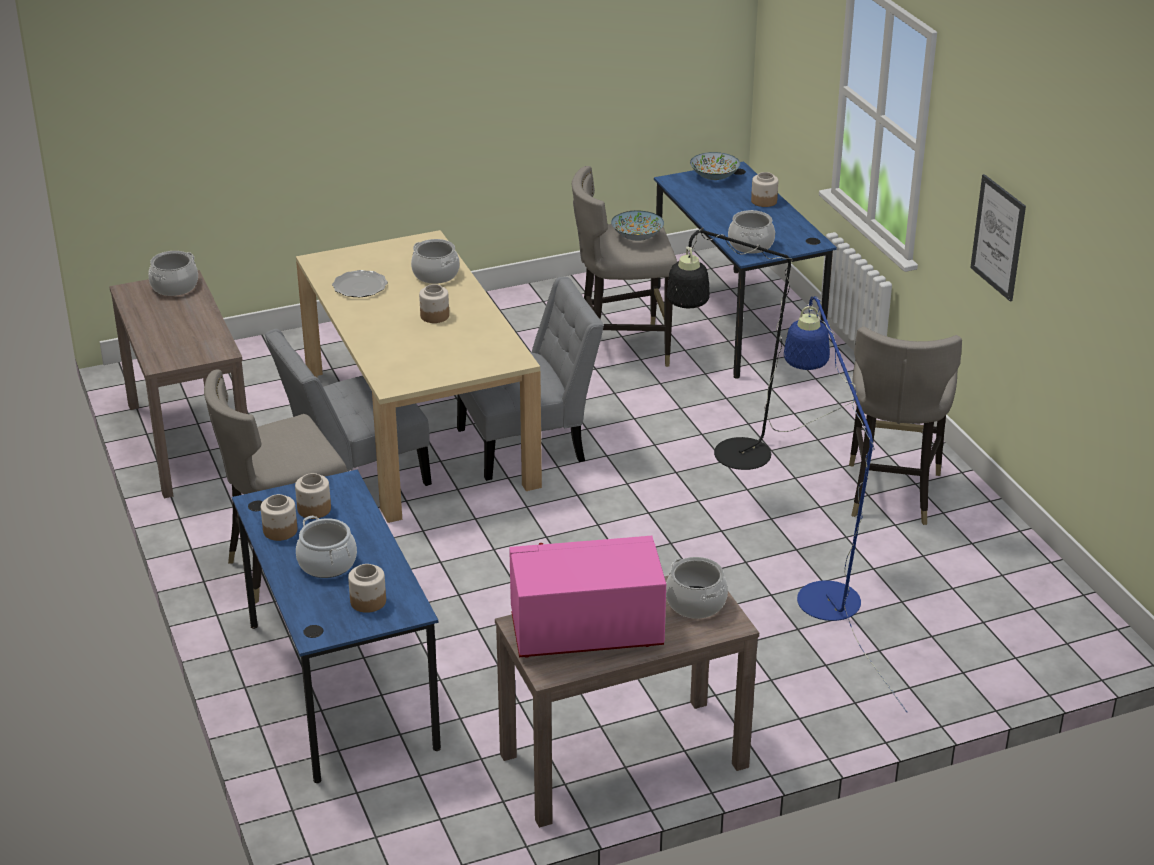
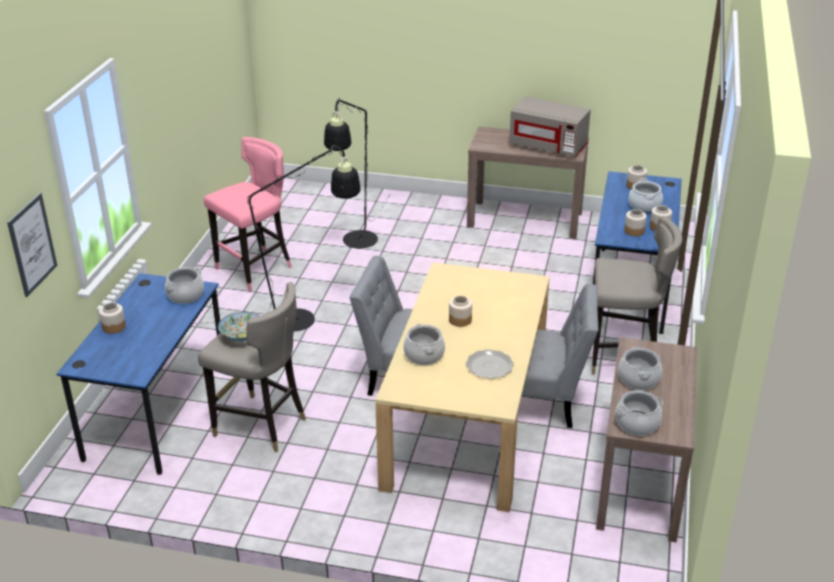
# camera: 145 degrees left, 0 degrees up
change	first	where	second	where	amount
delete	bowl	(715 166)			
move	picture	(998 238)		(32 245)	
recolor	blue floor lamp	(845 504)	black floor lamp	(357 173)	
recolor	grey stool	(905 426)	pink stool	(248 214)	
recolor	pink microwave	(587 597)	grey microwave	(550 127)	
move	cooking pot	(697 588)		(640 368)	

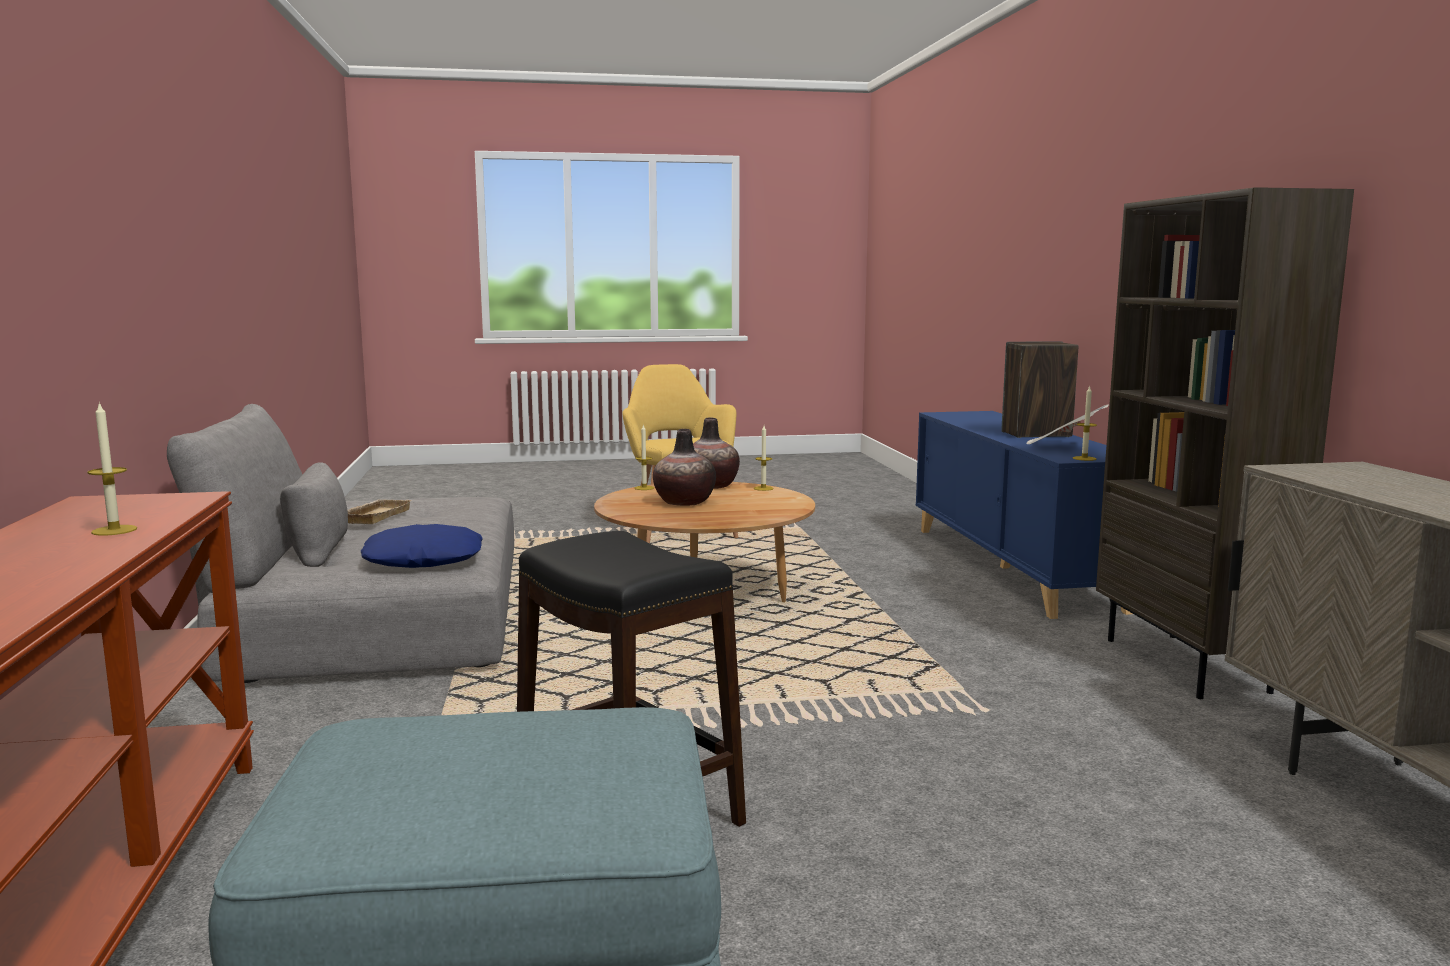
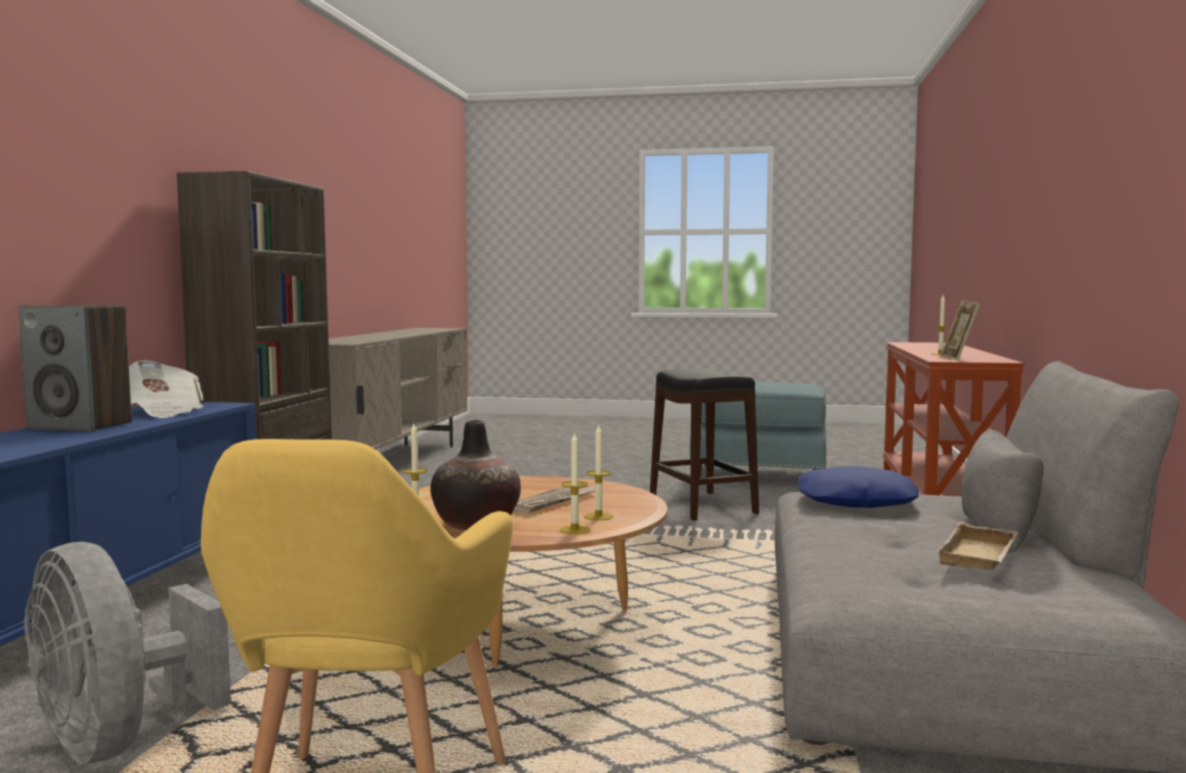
# camera: 160 degrees left, 5 degrees down
change	first	where	second	where	amount
move	candle	(1085 423)		(598 471)	
replace	vase	(684 467)	newspaper	(554 499)	
insert			picture frame	(960 331)	
insert			grey fan	(127 653)	

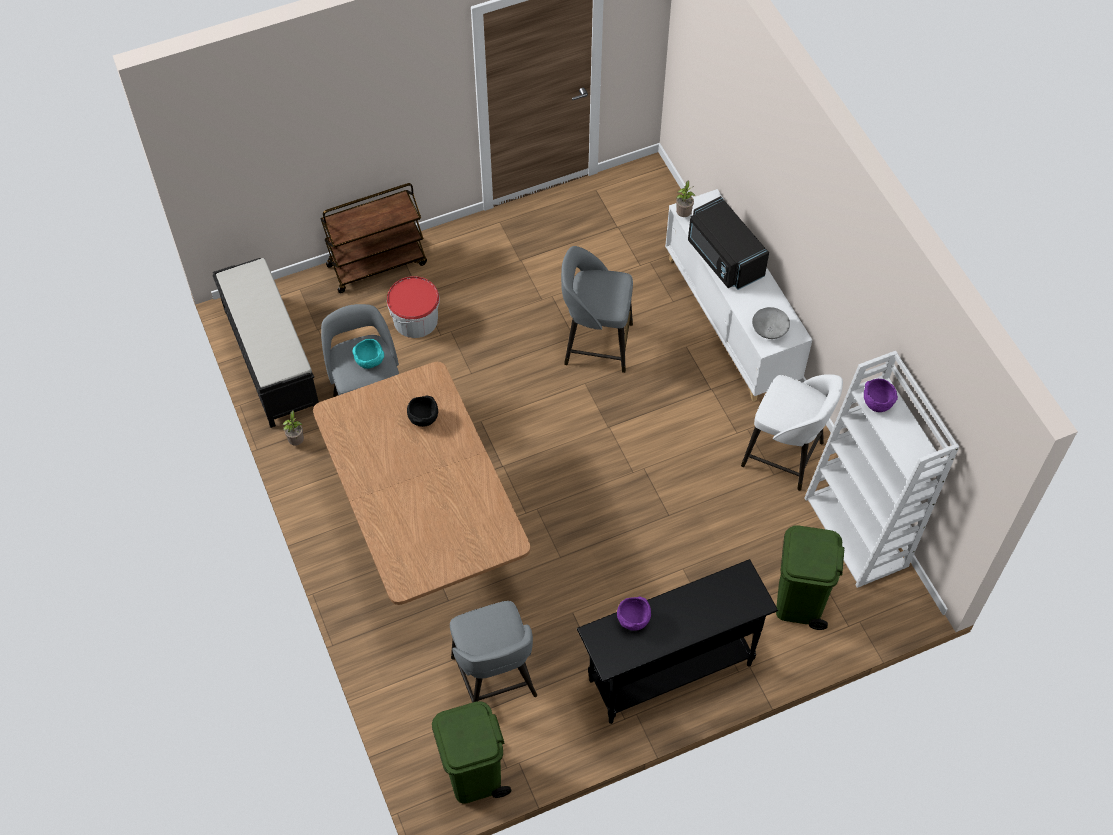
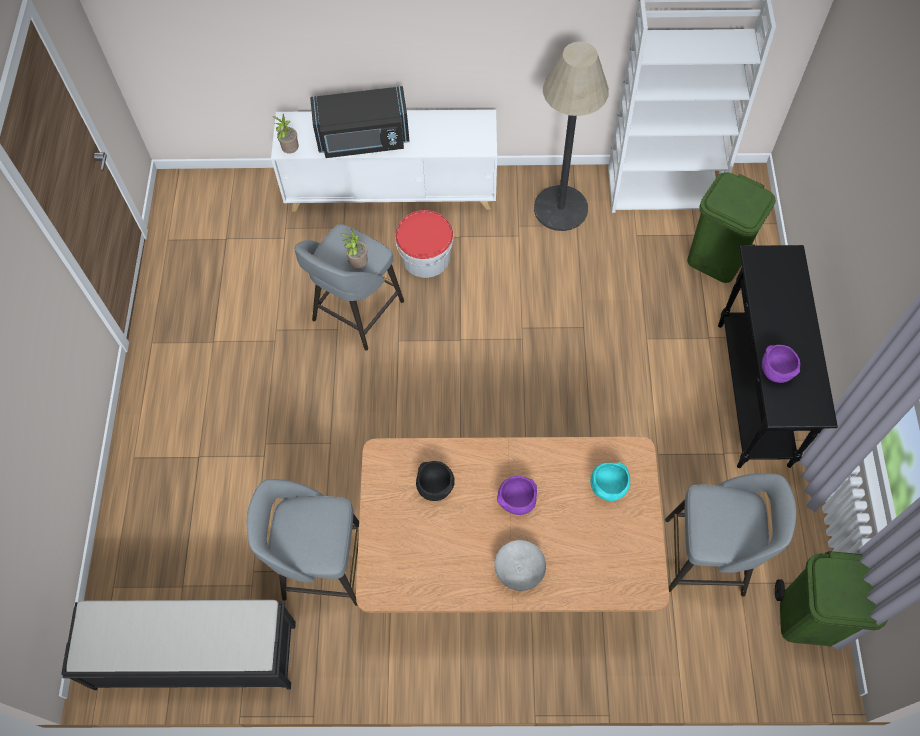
# camera: 65 degrees left, 5 degrees up
change	first	where	second	where	amount
delete	brown cart	(373 238)			
move	bucket	(413 307)		(424 244)	
move	grey bowl	(771 323)		(520 565)	
move	turquoise bowl	(368 354)		(610 481)	
replace	white stool	(792 432)	floor lamp	(571 136)	
move	purple bowl	(881 395)		(517 495)	
move	potted plant	(293 428)		(354 249)	

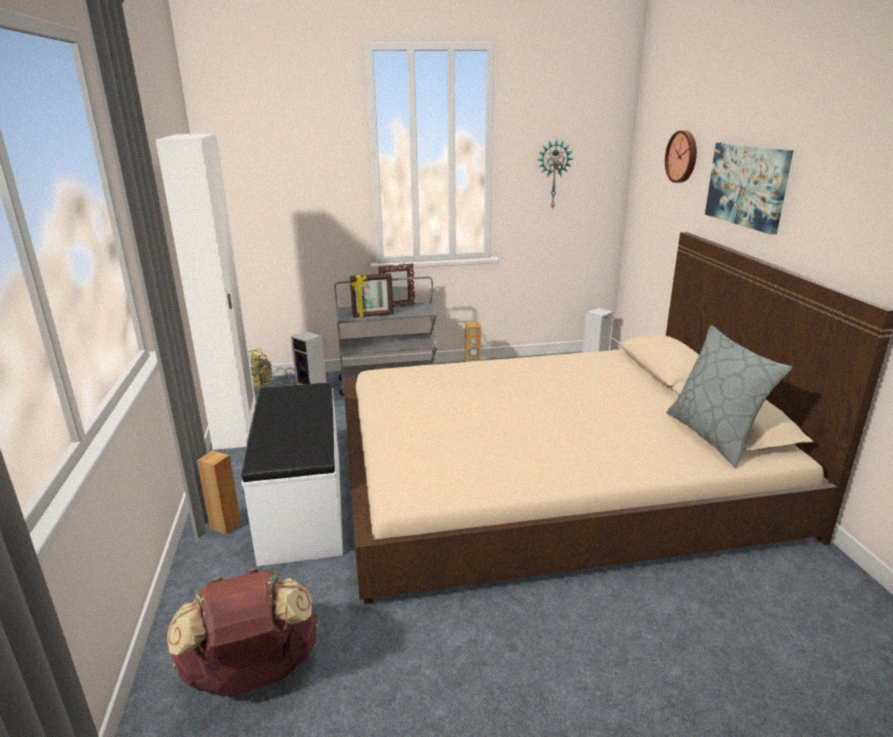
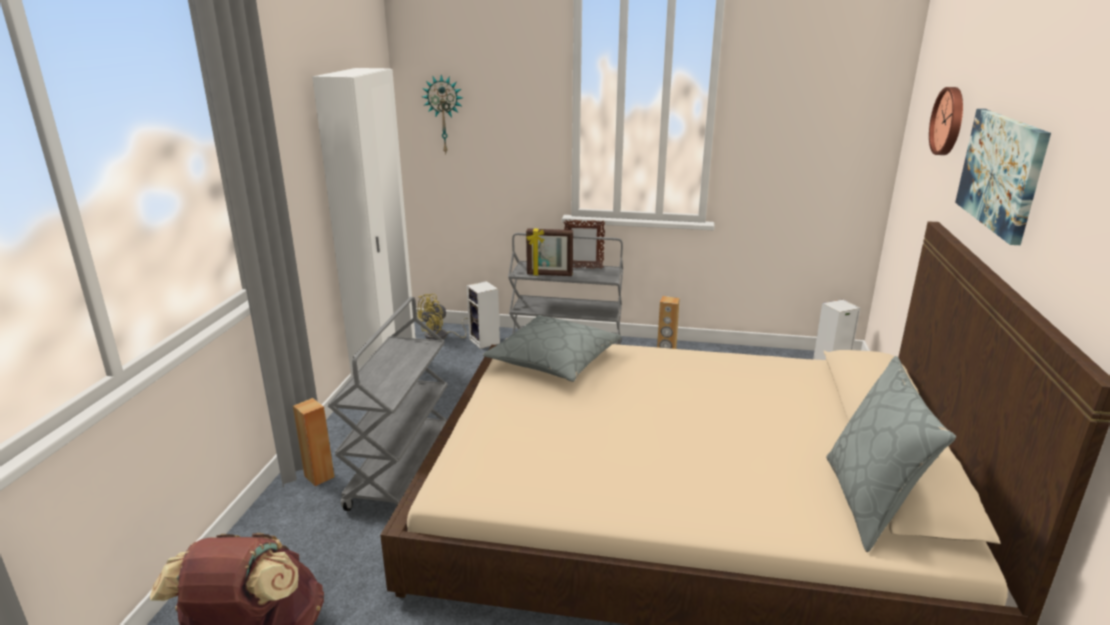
# camera: 20 degrees right, 0 degrees up
change	first	where	second	where	amount
move	wall clock	(555 174)		(442 114)	
replace	white bench	(292 474)	grey cart	(387 404)	
insert			grey pillow	(552 348)	

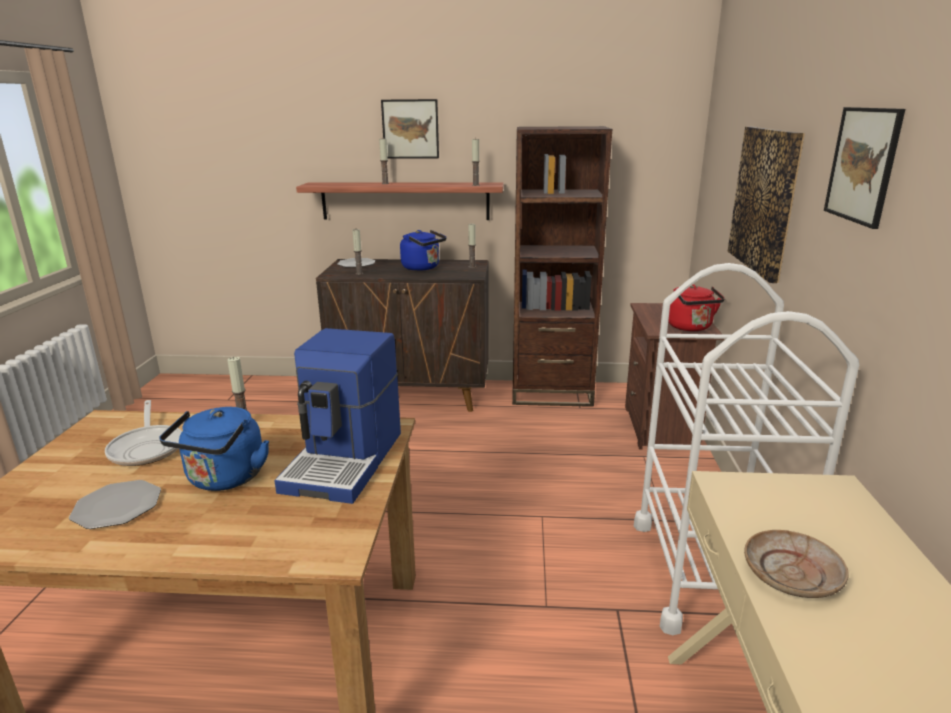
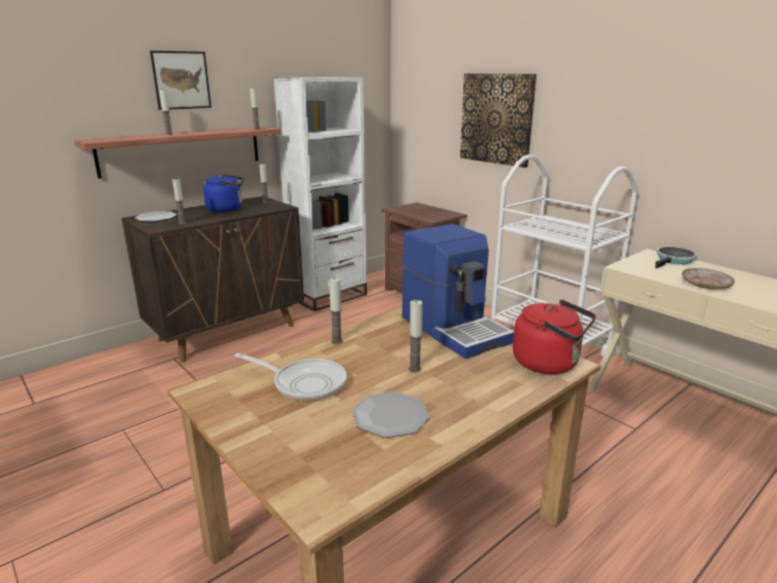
# camera: 45 degrees left, 0 degrees up
change	first	where	second	where	amount
delete	picture	(864 168)			
recolor	brown bookcase	(562 266)	white bookcase	(320 194)	
move	red kettle	(696 307)		(554 336)	
replace	blue kettle	(214 449)	candle	(416 336)	
insert			frying pan	(676 257)	

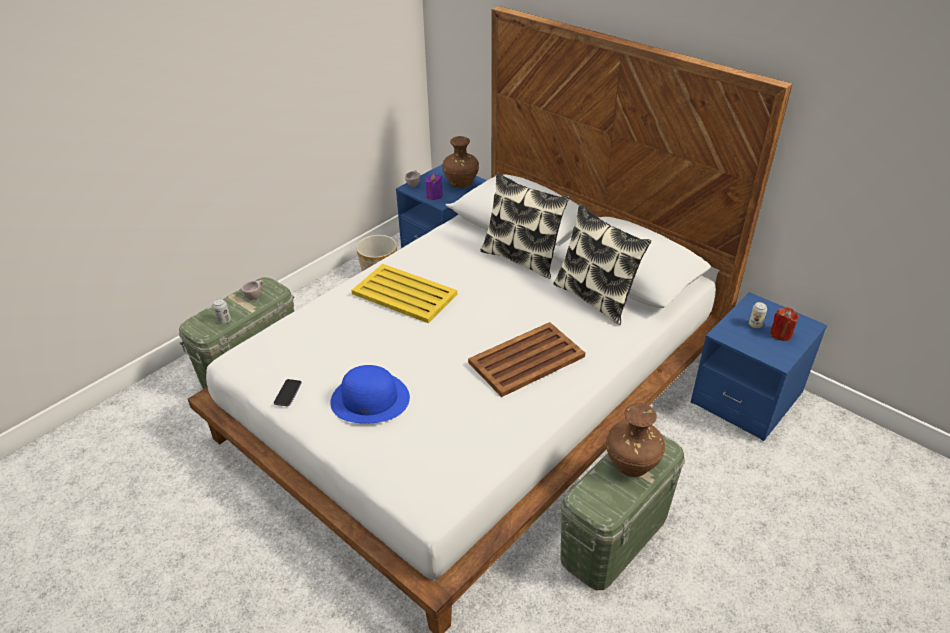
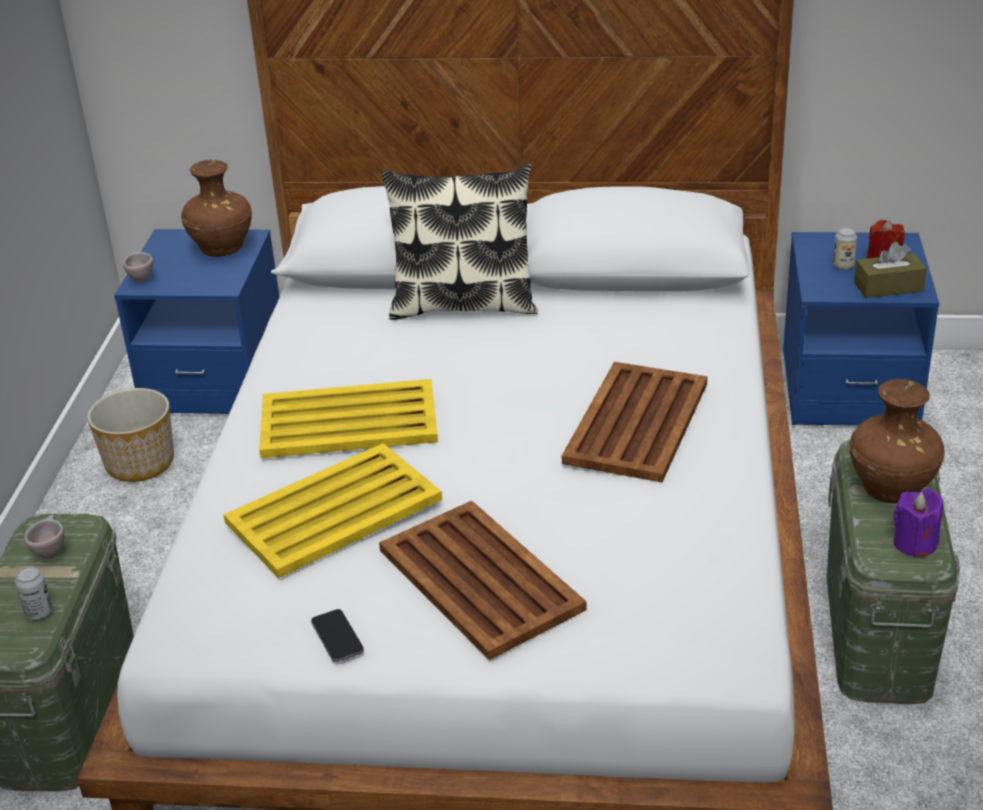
# camera: 35 degrees left, 5 degrees down
change	first	where	second	where	amount
move	purple candle	(434 187)		(918 523)	
delete	pillow	(602 264)			
replace	blue hat	(370 394)	brown tray	(483 580)	
insert			brown tissue box	(890 270)	
insert			yellow tray	(333 510)	

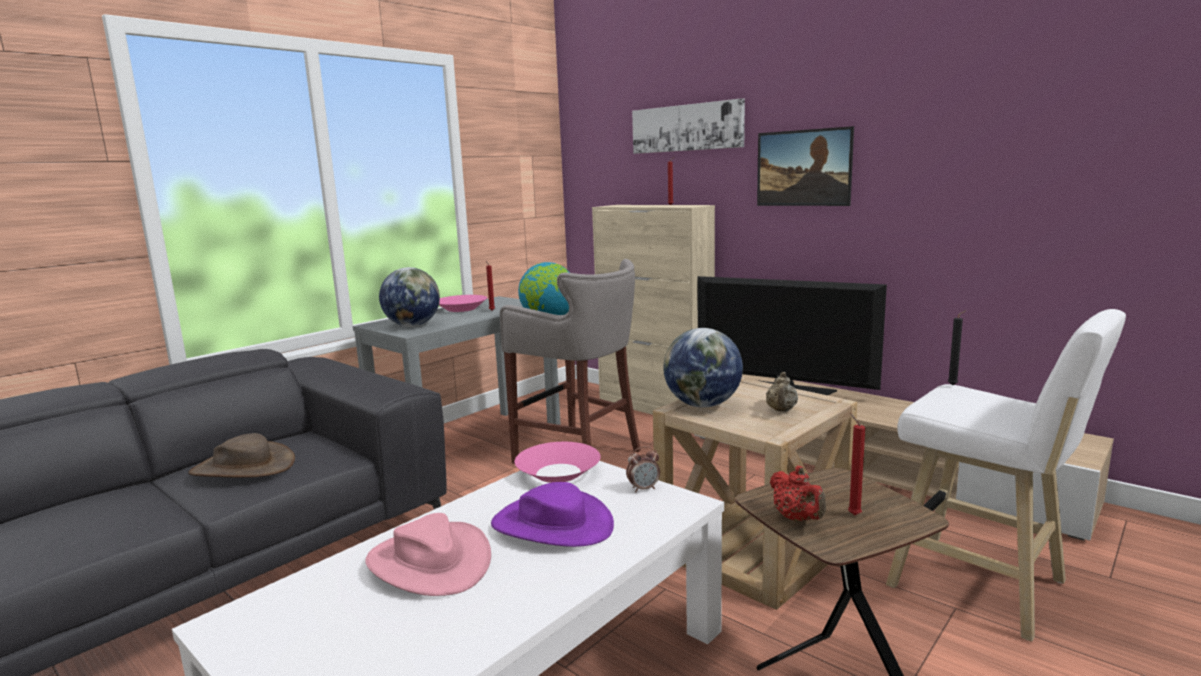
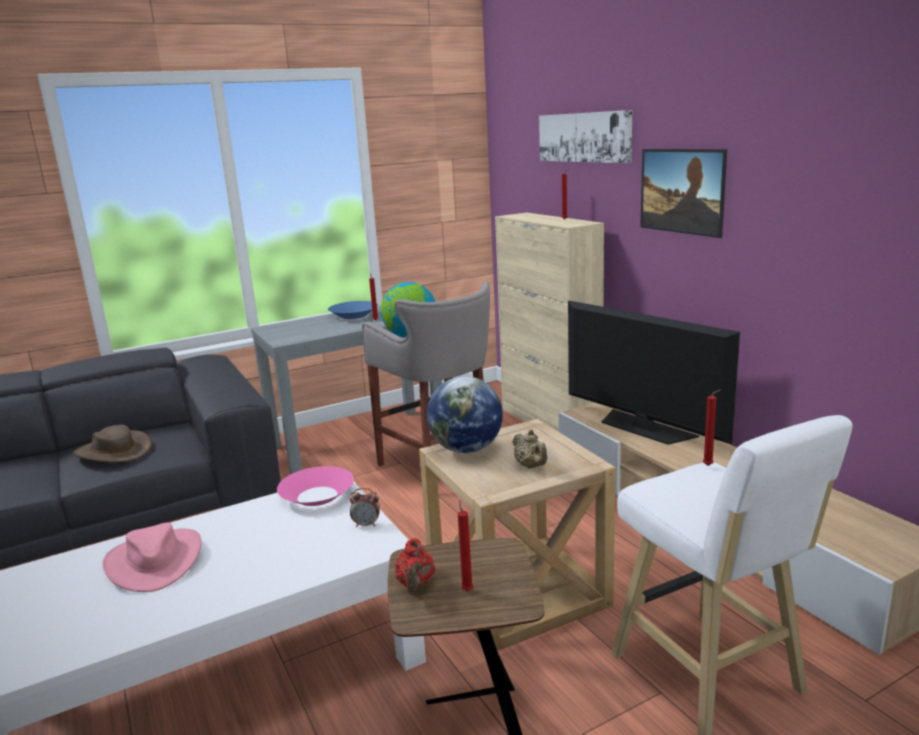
# camera: 20 degrees right, 5 degrees up
change	first	where	second	where	amount
delete	globe	(409 297)			
recolor	pink bowl	(463 303)	blue bowl	(353 310)	
recolor	black candle	(957 348)	red candle	(712 427)	
rotate	beige teapot	(782 392)		(530 448)	60 degrees counterclockwise
delete	purple hat	(552 514)			

